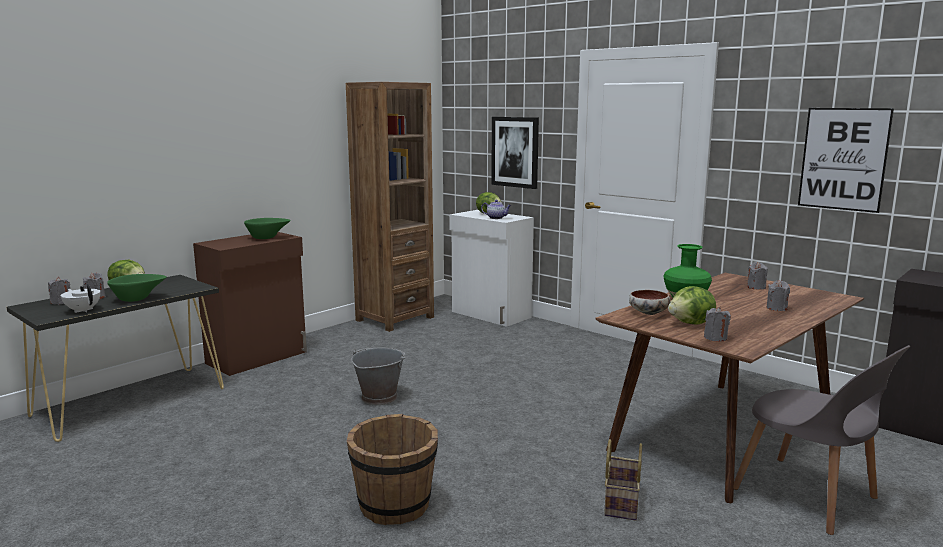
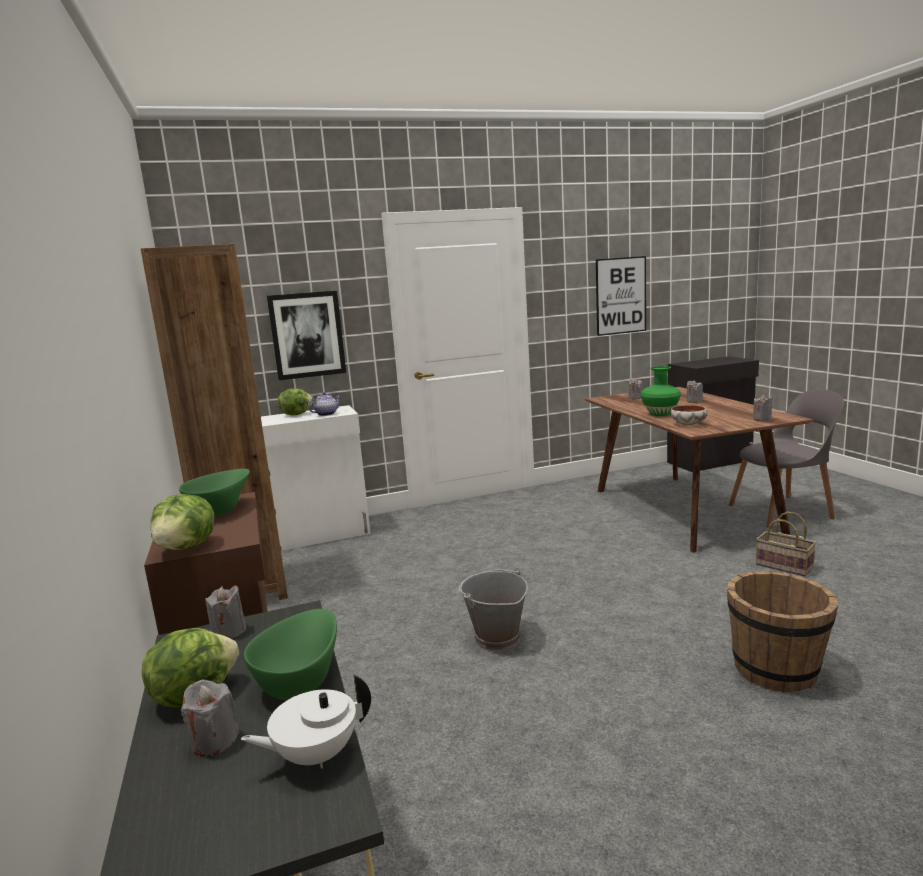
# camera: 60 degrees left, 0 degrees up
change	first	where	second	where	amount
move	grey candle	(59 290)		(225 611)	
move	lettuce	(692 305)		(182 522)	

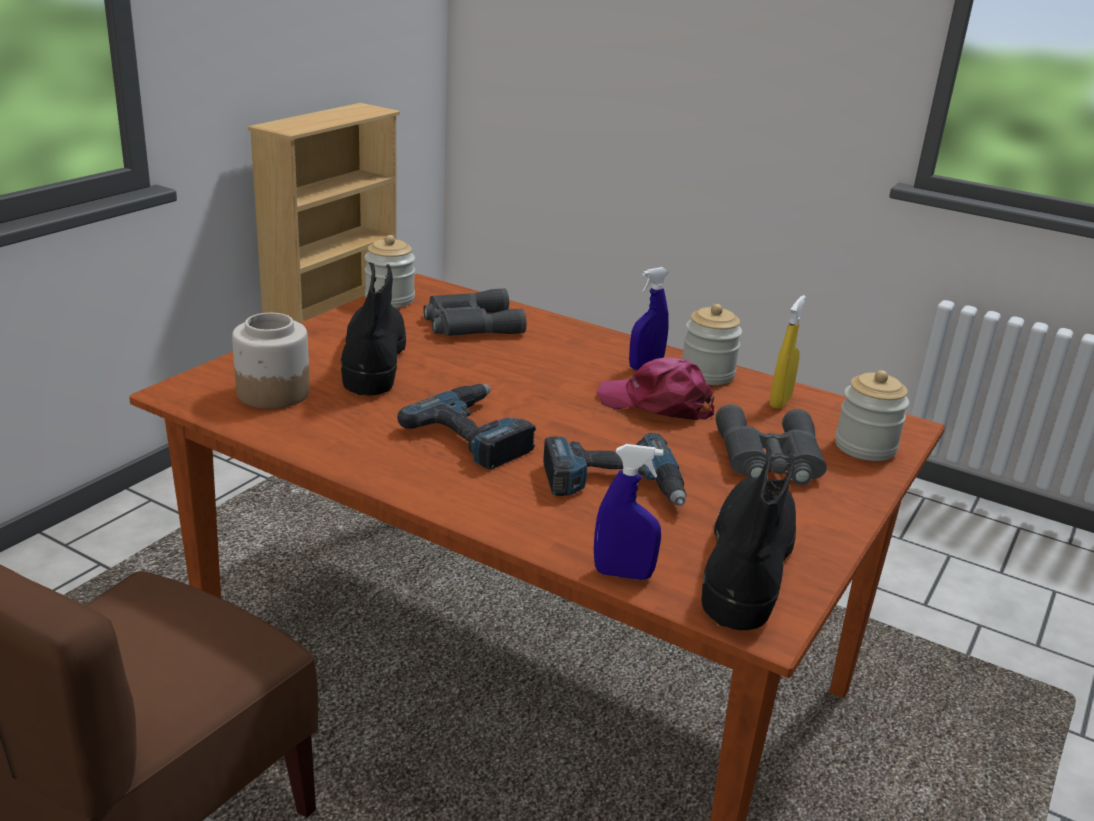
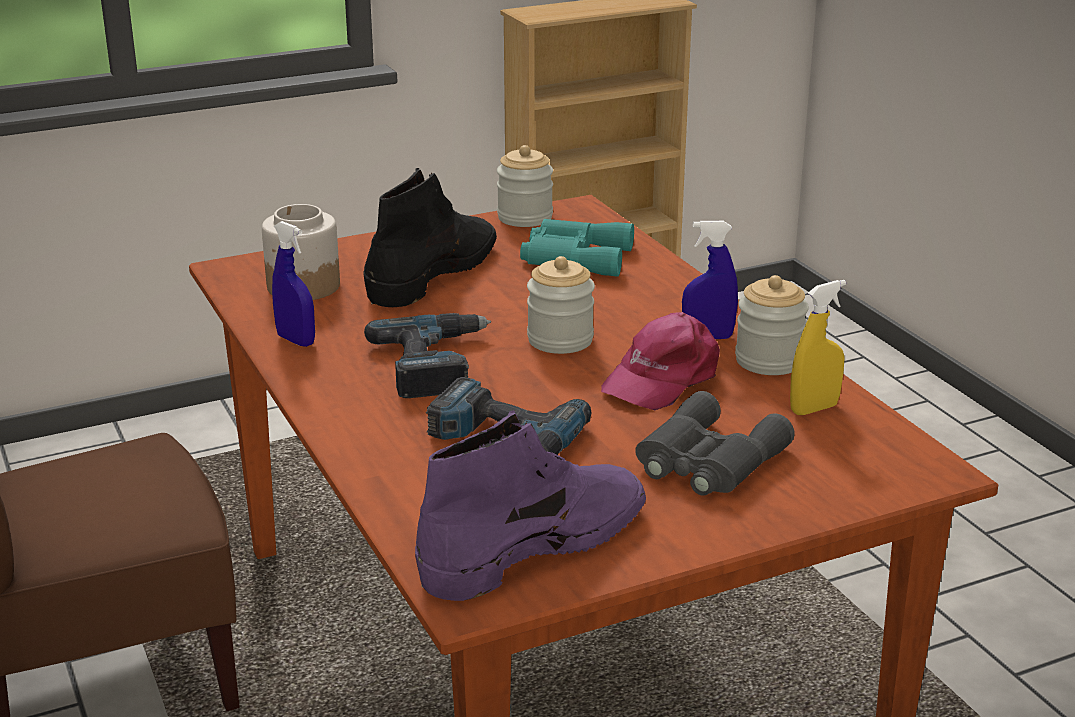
# camera: 35 degrees right, 0 degrees up
change	first	where	second	where	amount
recolor	grey binoculars	(475 312)	turquoise binoculars	(577 248)	
rotate	pink cap	(655 388)		(660 361)	105 degrees counterclockwise
move	jar	(872 415)		(561 305)	
move	blue spray bottle	(628 512)		(293 284)	
recolor	black boot	(748 537)	purple boot	(530 505)	

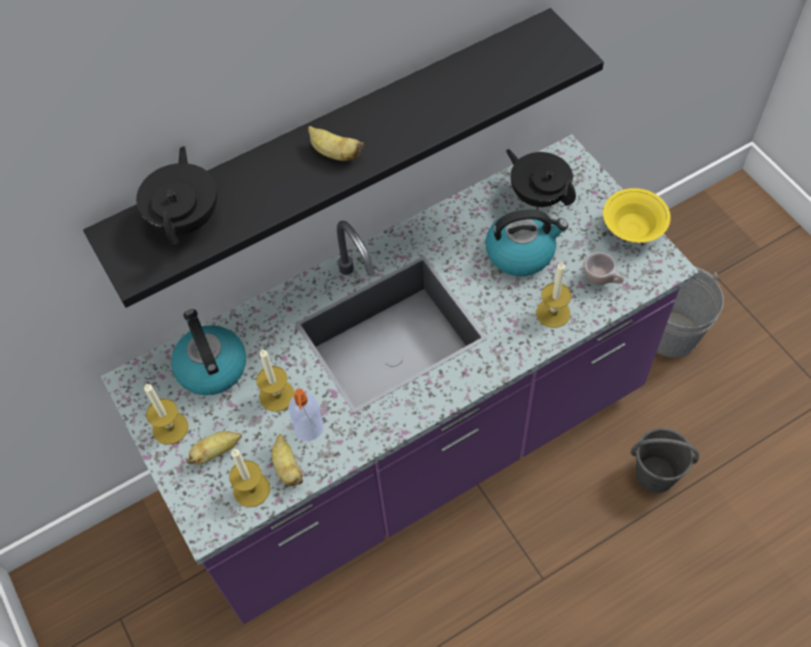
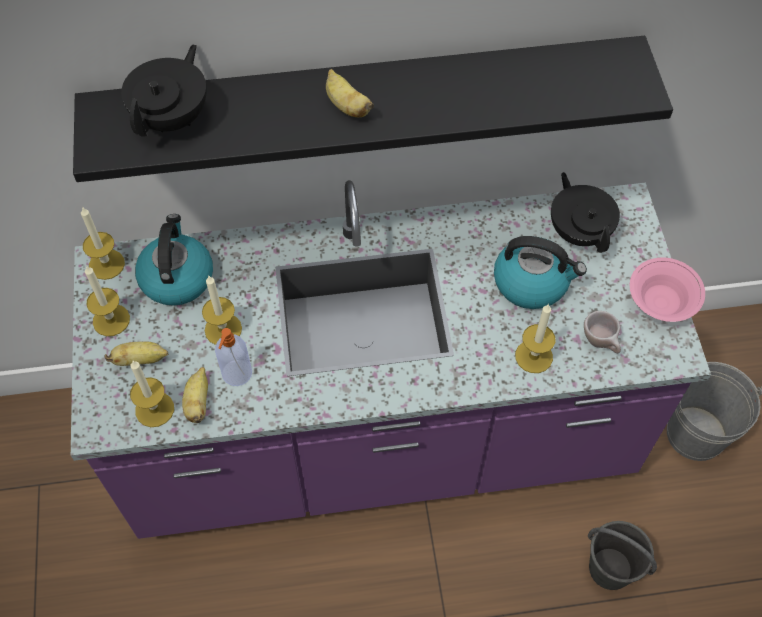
# camera: 20 degrees right, 0 degrees up
change	first	where	second	where	amount
recolor	yellow bowl	(637 215)	pink bowl	(667 290)	
insert			candle	(103 243)	

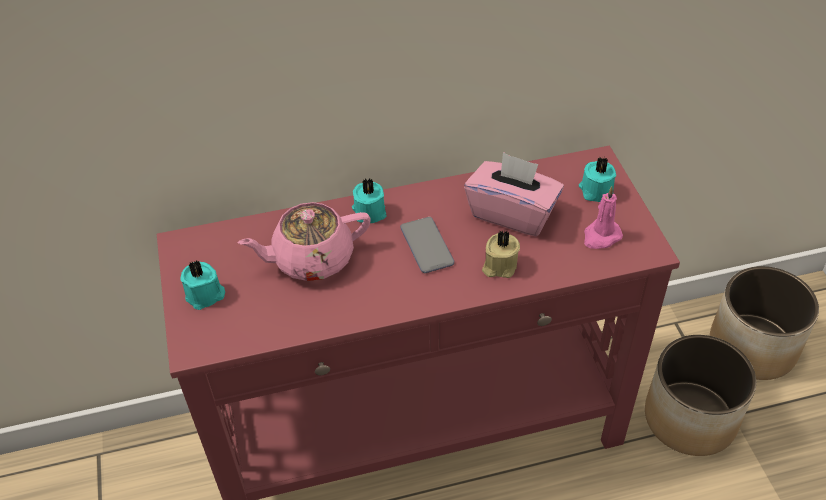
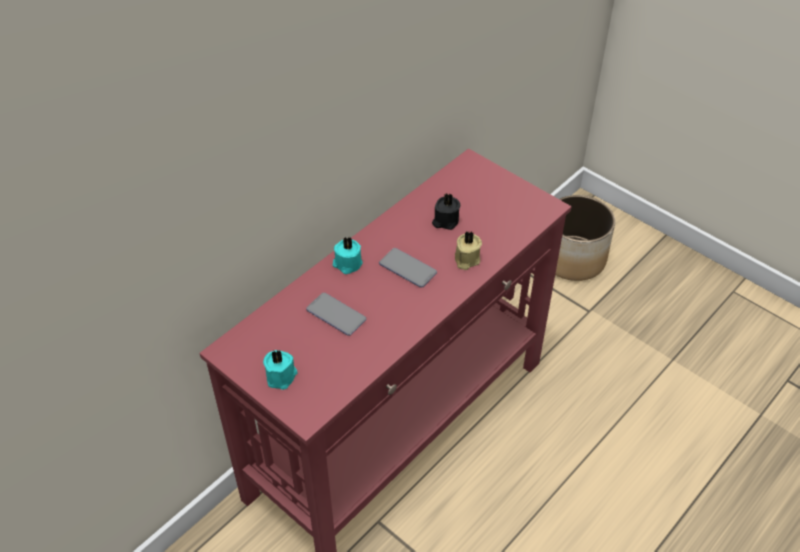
# camera: 35 degrees left, 0 degrees up
change	first	where	second	where	amount
replace	pink tissue box	(514 194)	black candle	(446 211)	
delete	turquoise candle	(597 179)			
delete	pink candle	(603 217)			
replace	pink teapot	(304 241)	phone	(336 314)	
delete	planter	(700 395)			

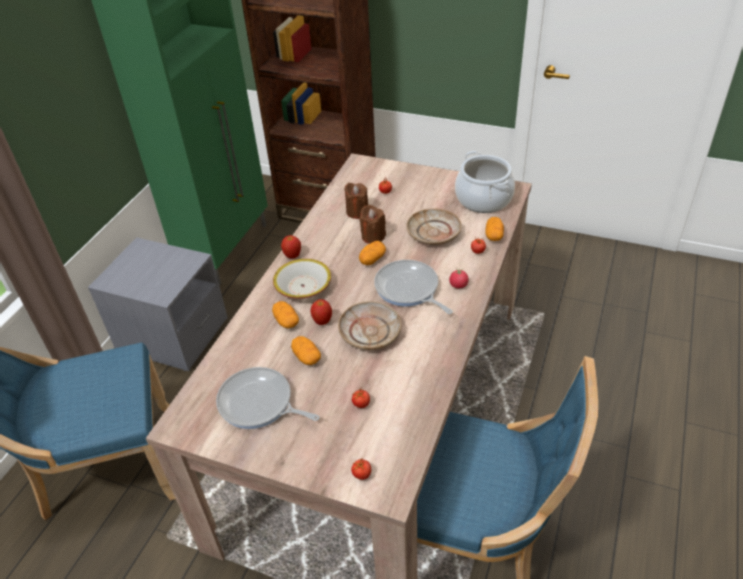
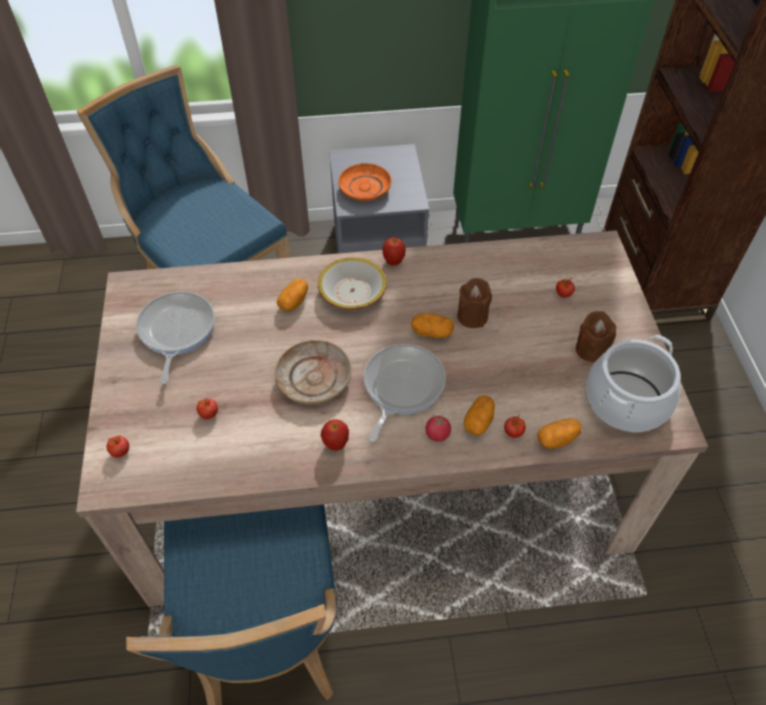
# camera: 60 degrees right, 10 degrees up
change	first	where	second	where	amount
move	brown candle	(356 201)		(596 336)	
delete	beige plate	(434 226)			
move	apple	(321 312)		(335 434)	
move	potato	(306 350)		(479 415)	
insert			orange plate	(364 182)	

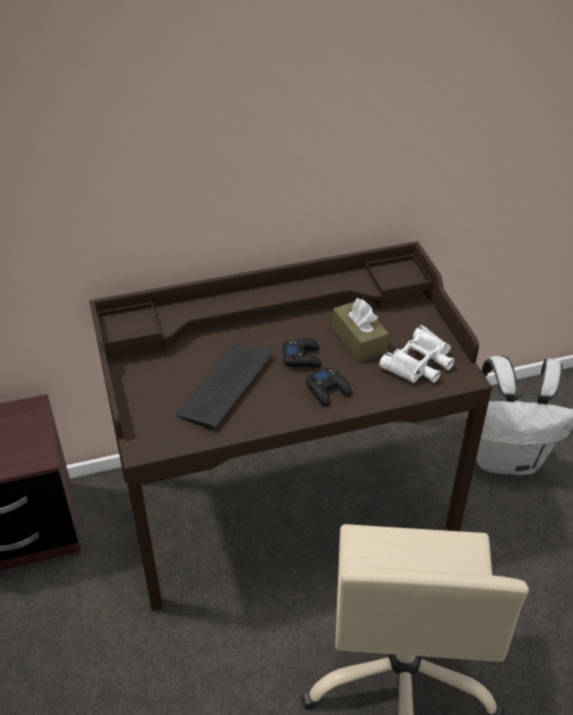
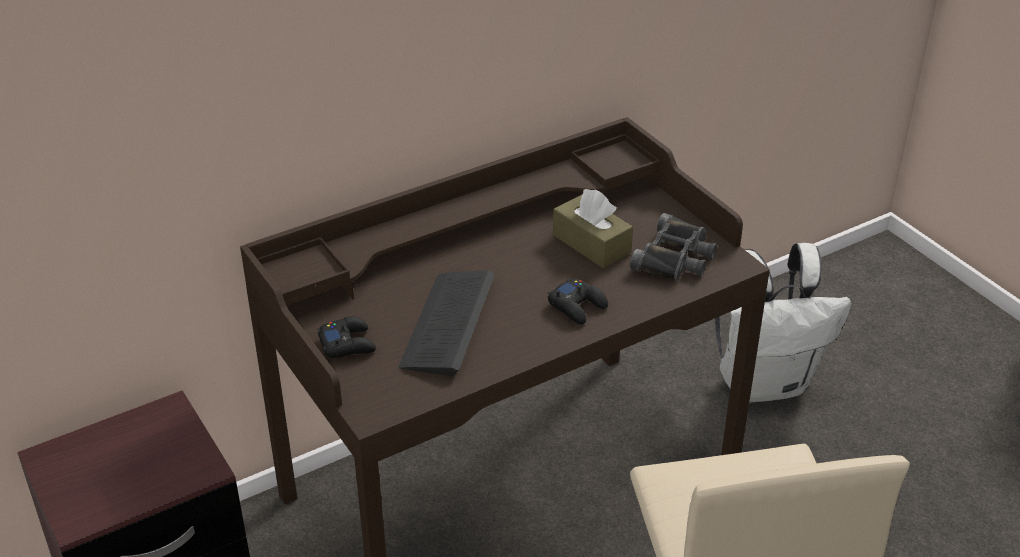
# camera: 15 degrees left, 5 degrees down
change	first	where	second	where	amount
recolor	white binoculars	(416 354)	black binoculars	(673 246)	
move	black game controller	(302 353)		(346 337)	

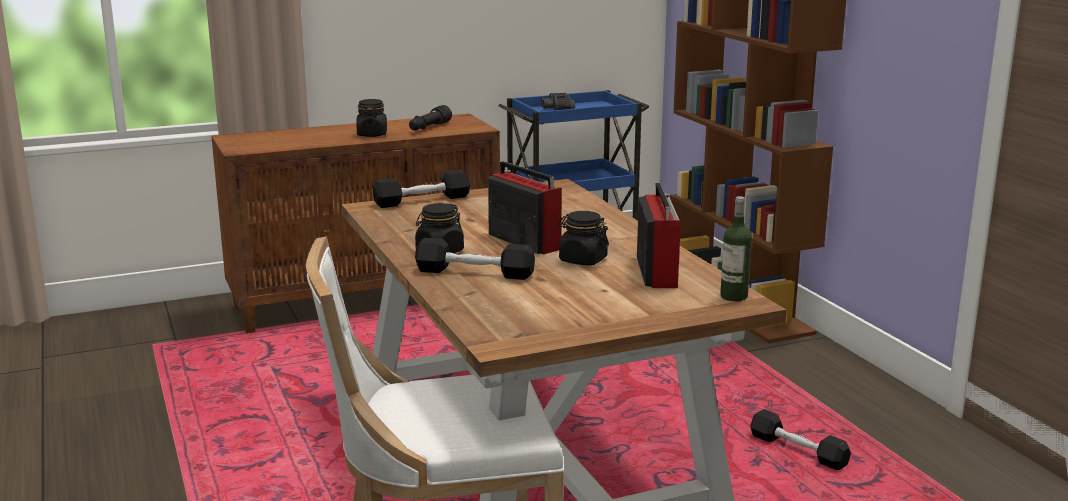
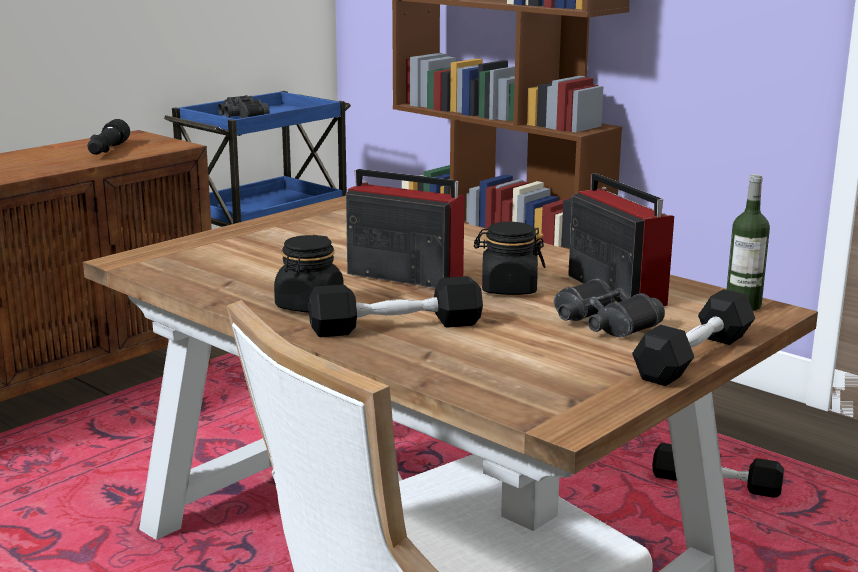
# camera: 25 degrees left, 0 degrees up
change	first	where	second	where	amount
delete	black jar	(371 118)			
move	black dumbbell	(422 189)		(693 337)	
insert			black binoculars	(609 307)	

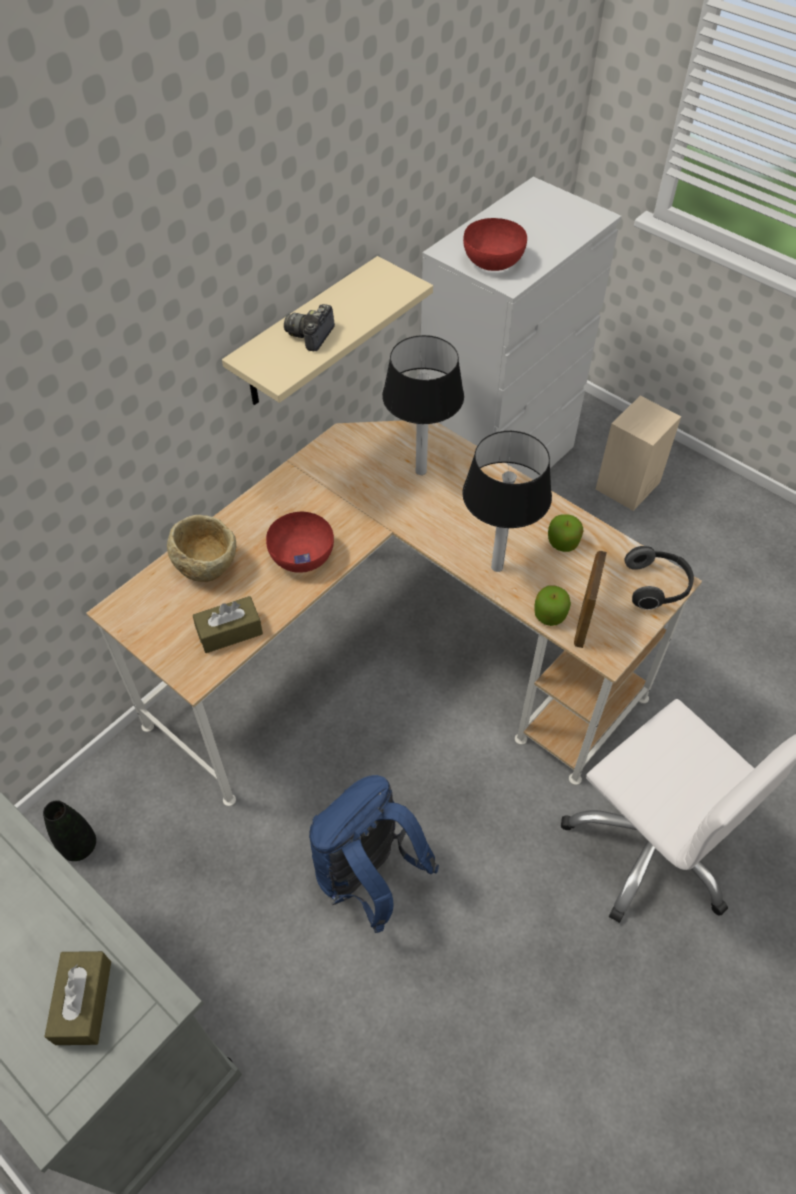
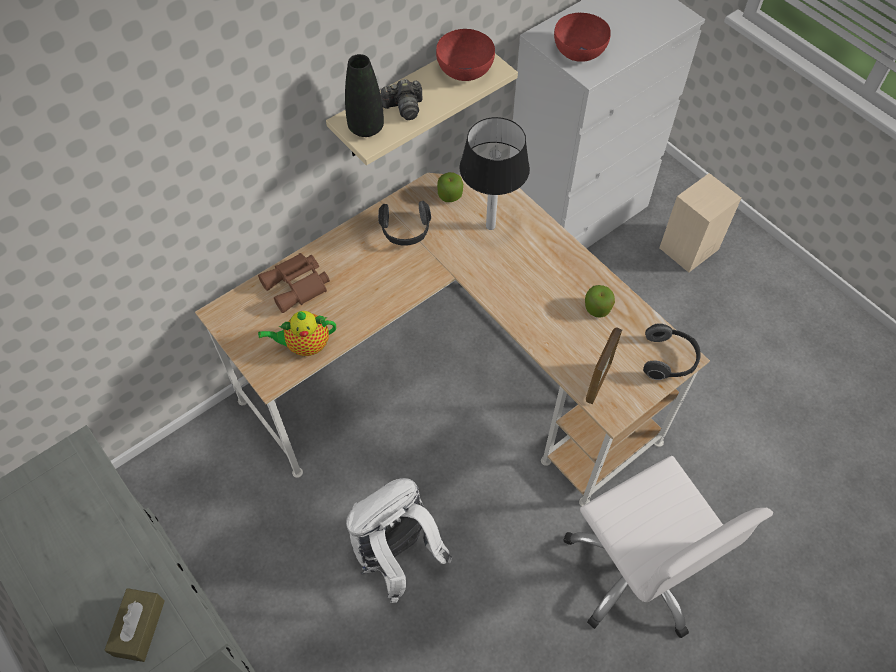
# camera: 10 degrees right, 5 degrees up
change	first	where	second	where	amount
rotate	photo camera	(309 327)		(401 99)	135 degrees counterclockwise
delete	table lamp	(507 501)			
move	red bowl	(300 542)		(465 55)	
replace	beige bowl	(201 548)	brown binoculars	(294 283)	
move	apple	(552 606)		(450 187)	
replace	brown tissue box	(228 624)	teapot	(297 333)	
recolor	blue backpack	(374 854)	white backpack	(399 540)	
move	black vase	(69 830)		(364 95)	
insert			headphones	(404 223)	

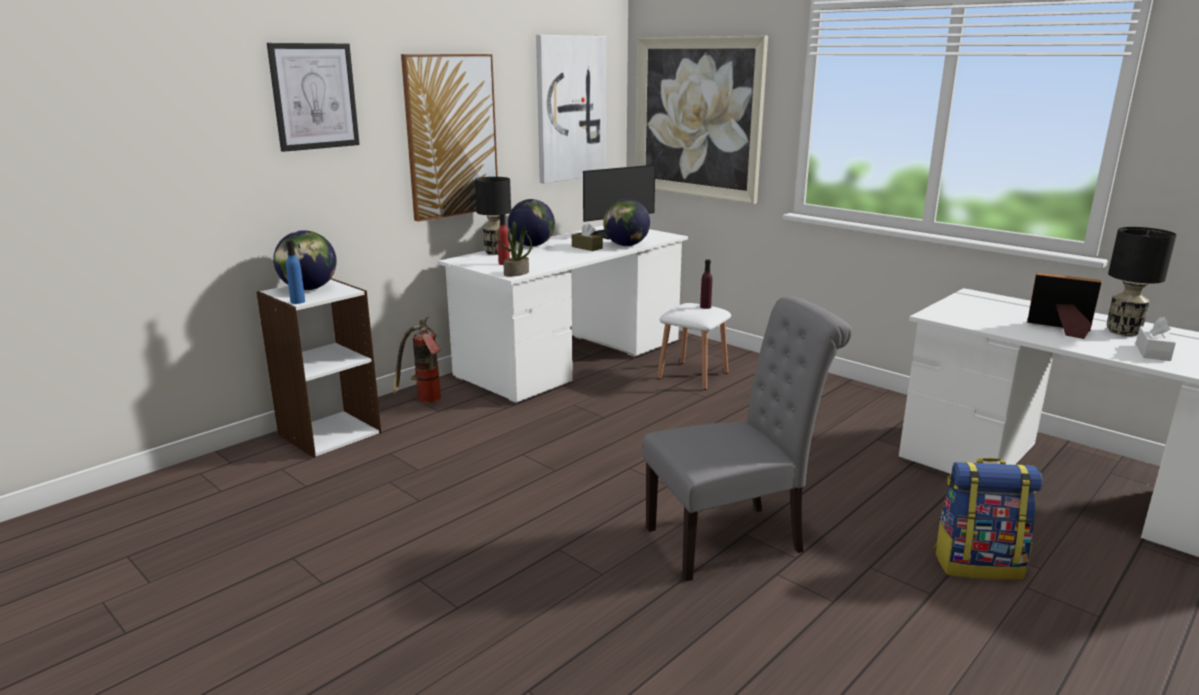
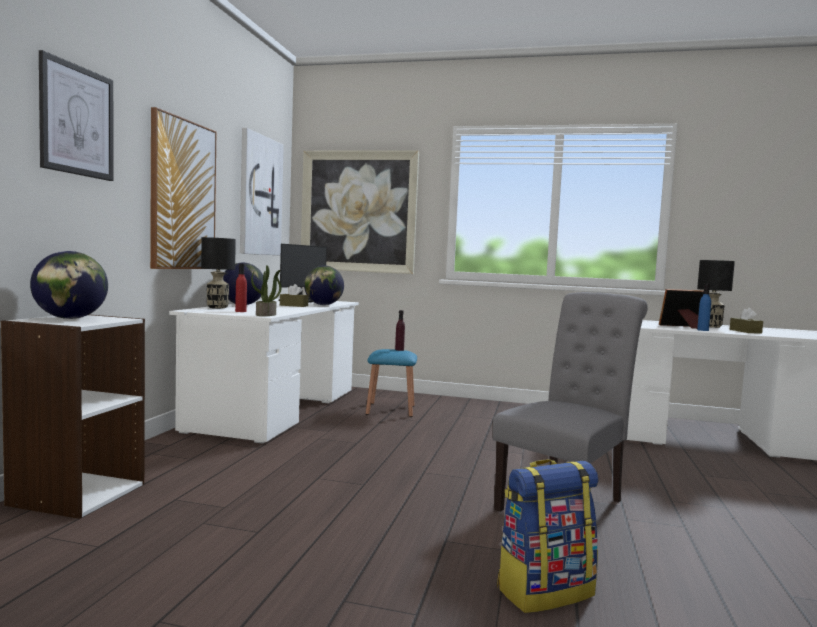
# camera: 30 degrees left, 15 degrees down
change	first	where	second	where	amount
move	blue bottle	(295 272)		(704 307)	
recolor	white stool	(694 346)	blue stool	(391 383)	
delete	fire extinguisher	(417 360)			
recolor	white tissue box	(1156 339)	brown tissue box	(746 321)	
move	backpack	(988 519)		(547 536)	

